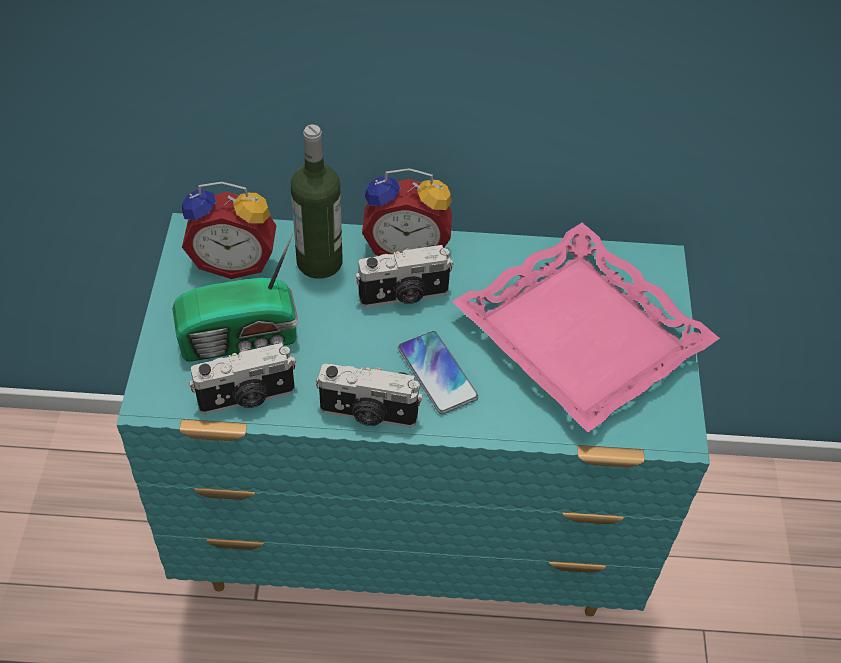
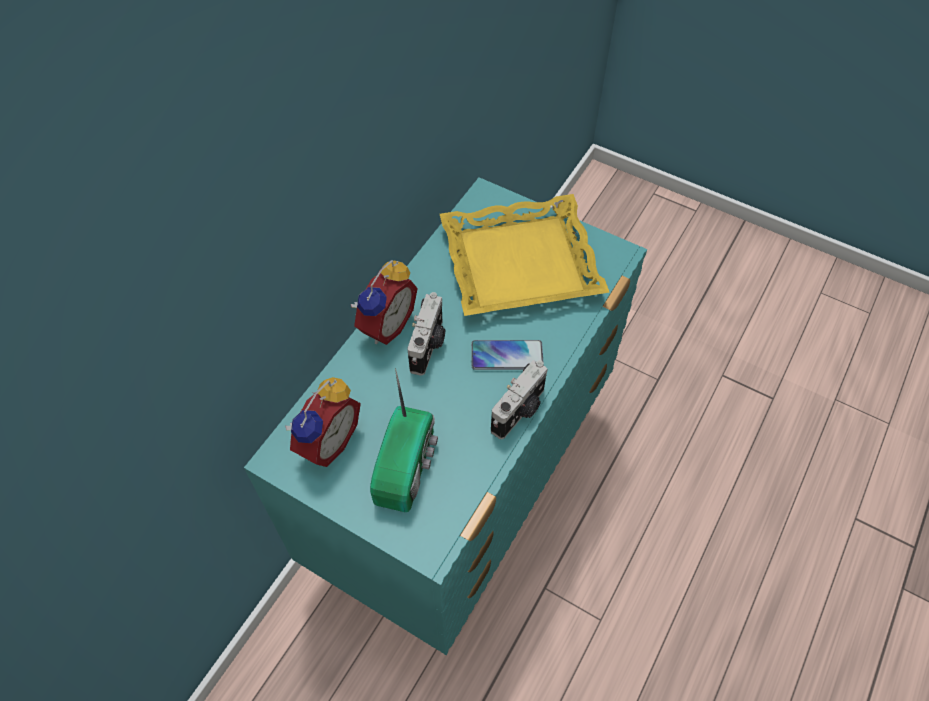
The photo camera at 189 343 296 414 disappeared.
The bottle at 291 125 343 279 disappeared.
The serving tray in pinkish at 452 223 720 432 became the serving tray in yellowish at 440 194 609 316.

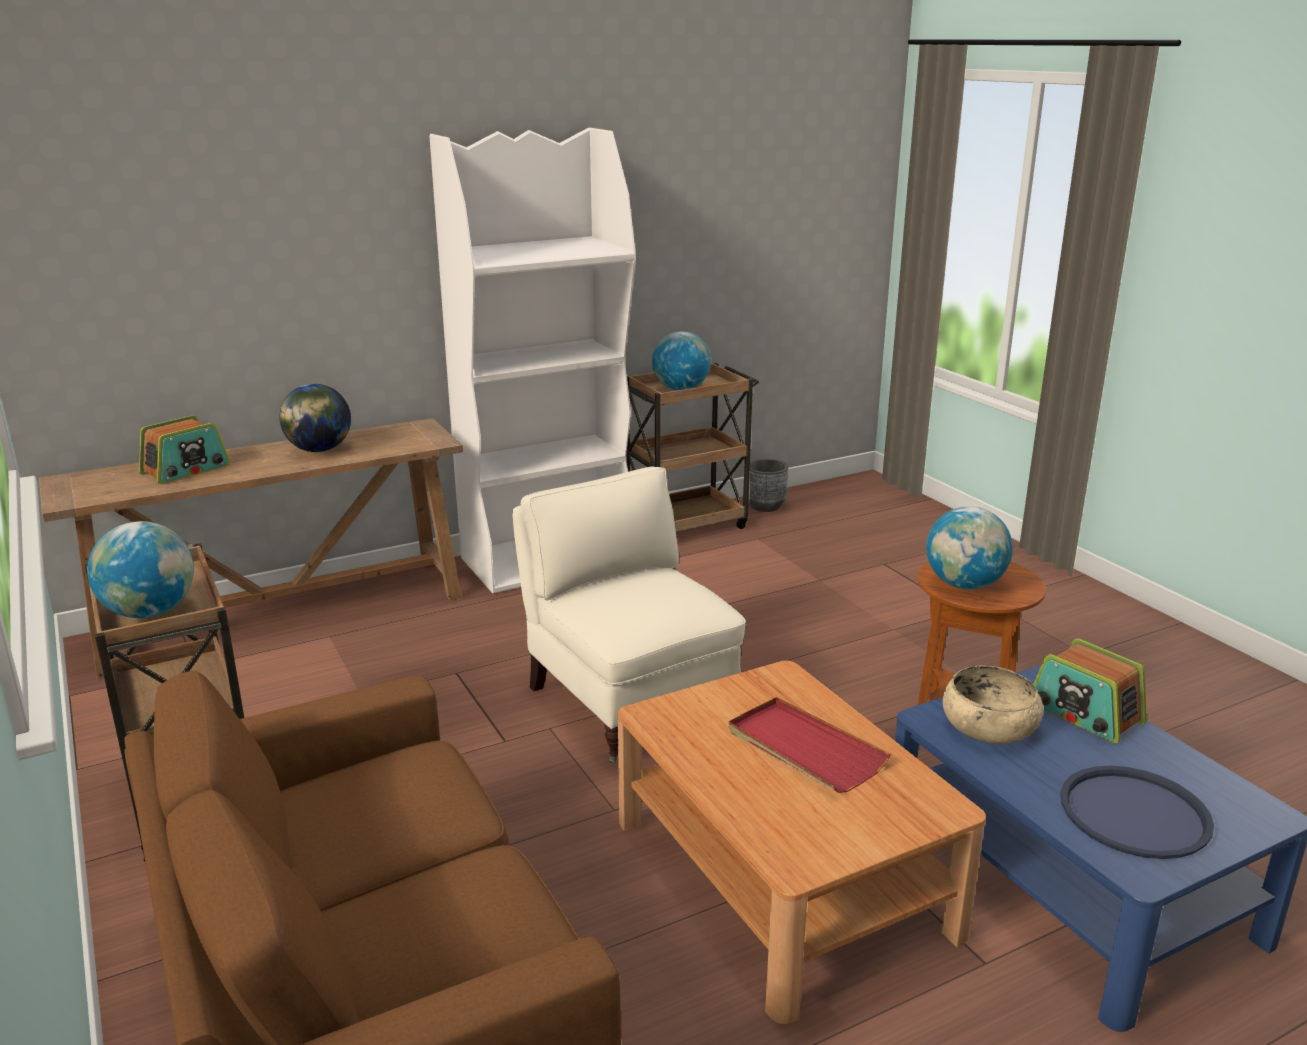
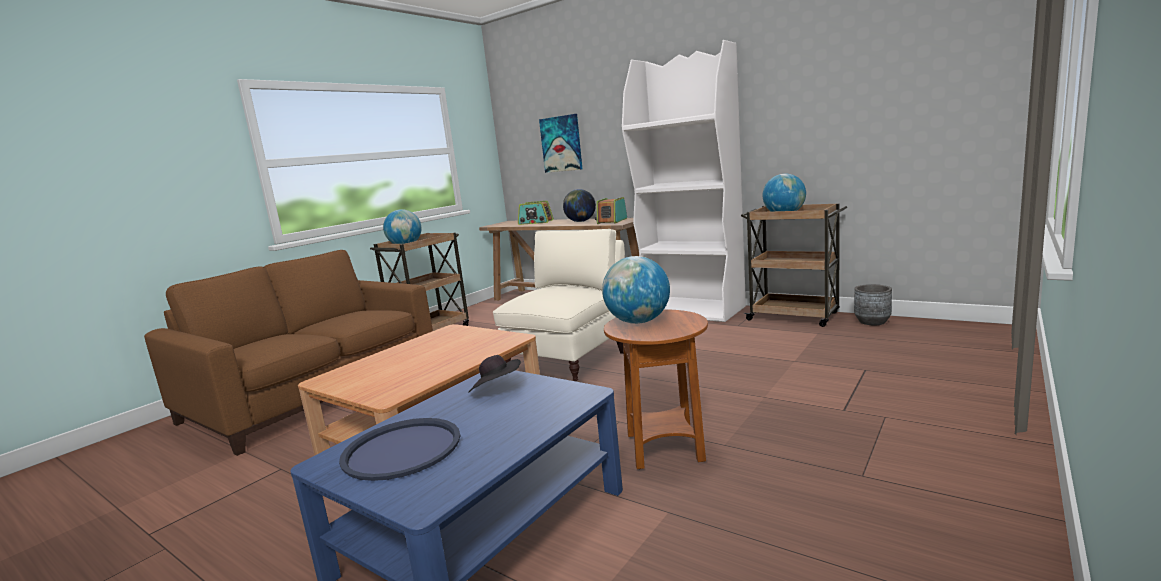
The serving tray in reddish at 728 697 891 793 disappeared.
The serving bowl in beige-coloured at 943 666 1044 744 was replaced by the clothing hat in blackish at 468 355 521 393.
The radio receiver moved from 1033 638 1146 743 to 595 197 627 224.
The wall art at 539 114 582 173 appeared.

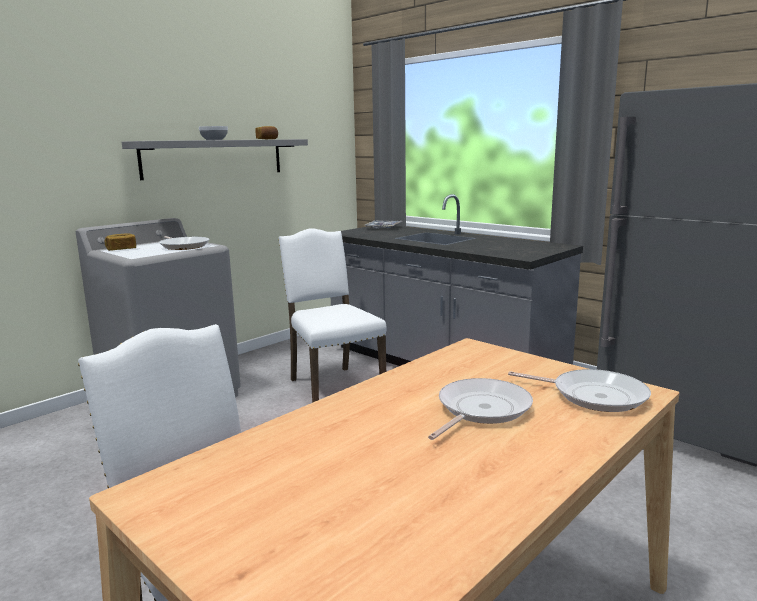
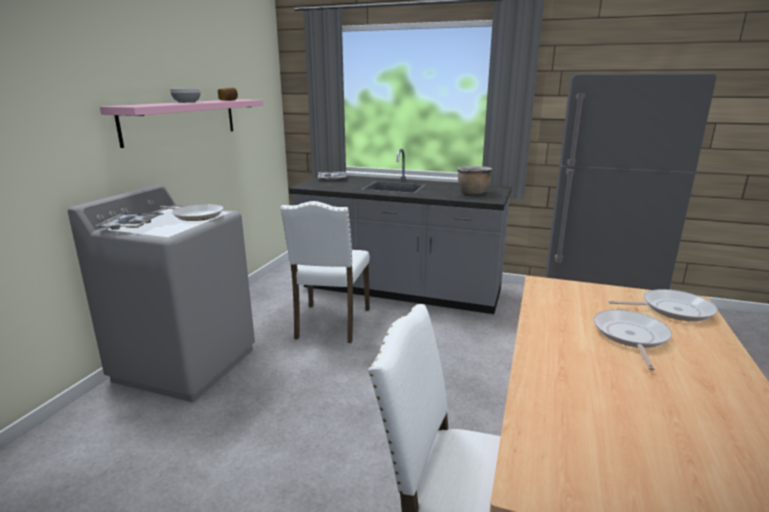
The bakery bread at 105 234 136 251 was replaced by the serving tray at 95 212 163 230.
The wall shelf in grey at 122 139 308 180 became the wall shelf in pinkish at 100 99 263 148.
The upright chair in white at 278 228 387 403 turned 120 degrees counterclockwise.
The stockpot in brownish at 457 166 492 195 appeared.

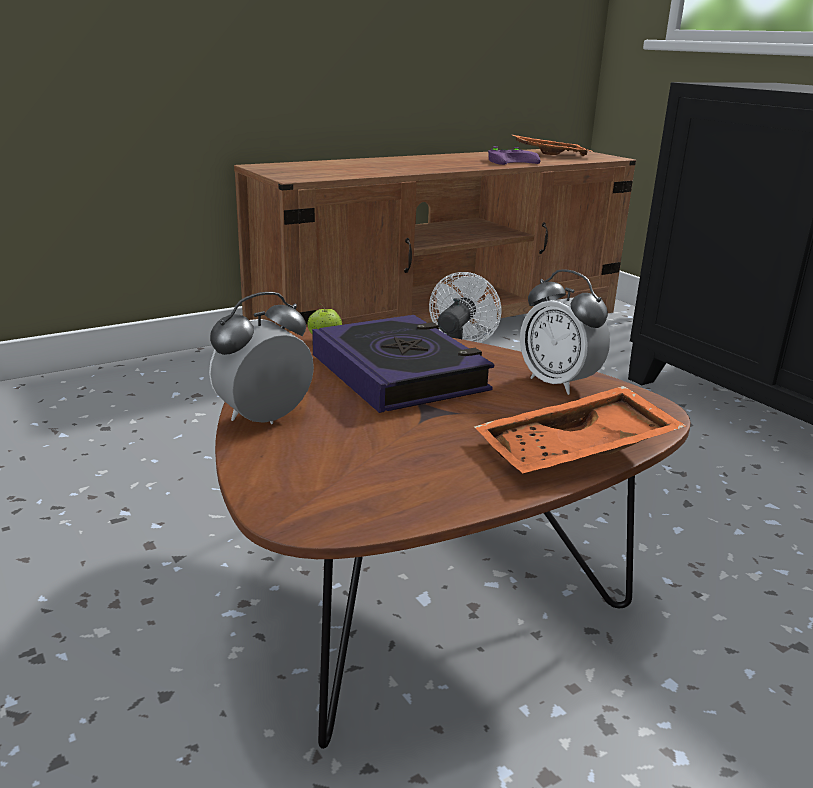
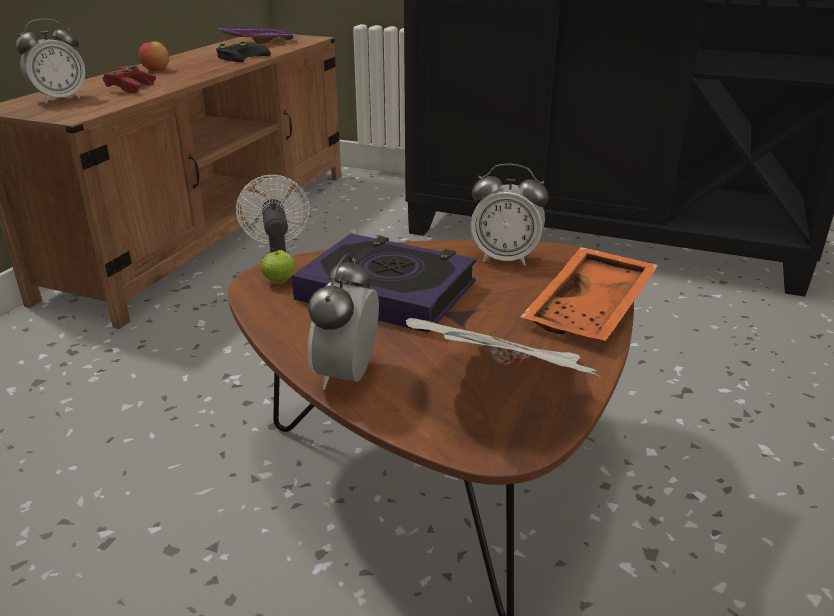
The joypad in purple at 488 146 541 165 became the joypad in blackish at 216 42 271 62.
The serving tray in orangey at 513 135 593 156 became the serving tray in purple at 218 28 297 44.
The alarm clock at 15 18 86 104 appeared.
The joypad in reddish at 103 65 156 93 appeared.
The apple fruit at 138 39 169 71 appeared.
The daily paper at 406 318 600 376 appeared.

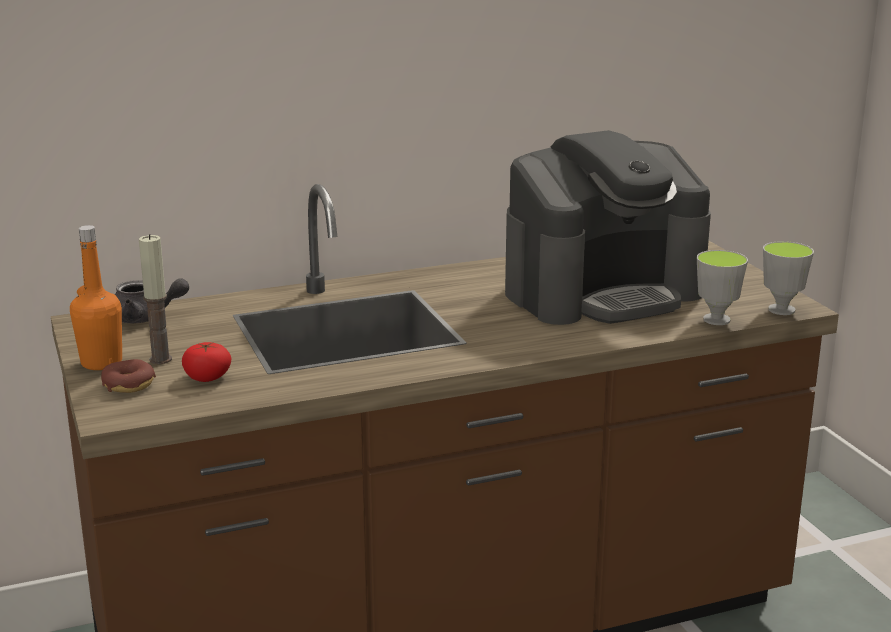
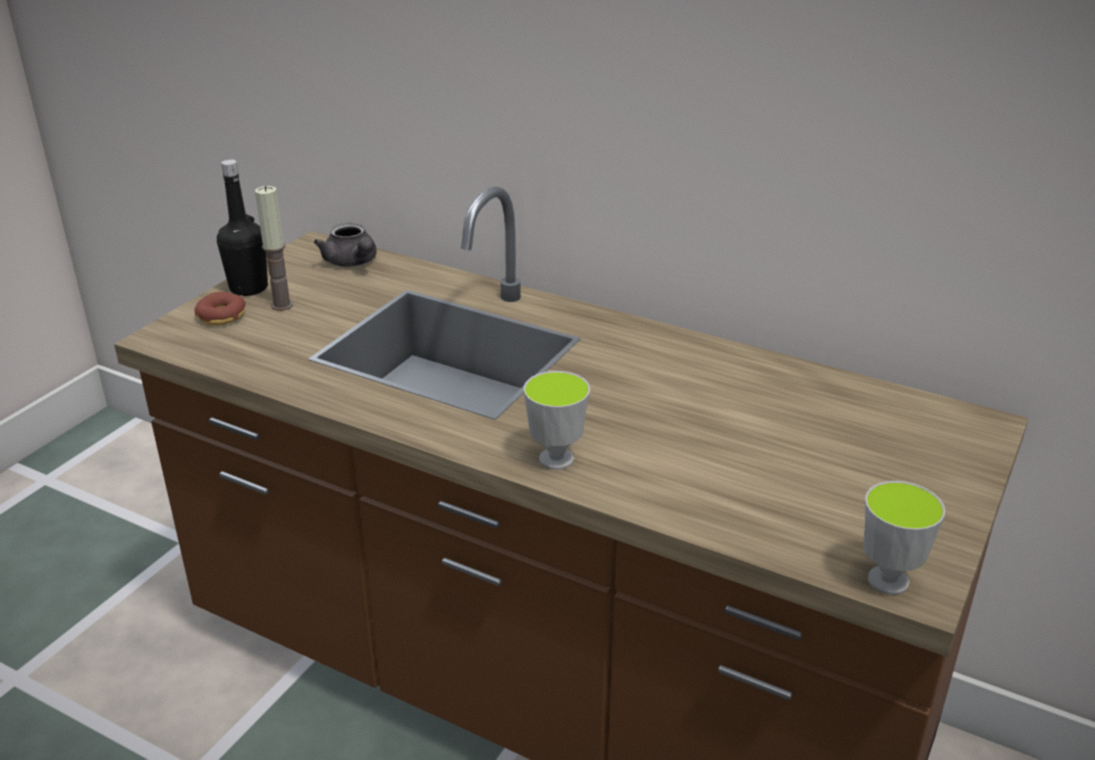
The bottle in orangey at 70 225 122 370 became the bottle in blackish at 217 159 268 296.
The whole tomato at 182 342 231 382 disappeared.
The coffee maker at 505 130 711 325 disappeared.
The cup moved from 697 250 748 325 to 524 371 590 470.

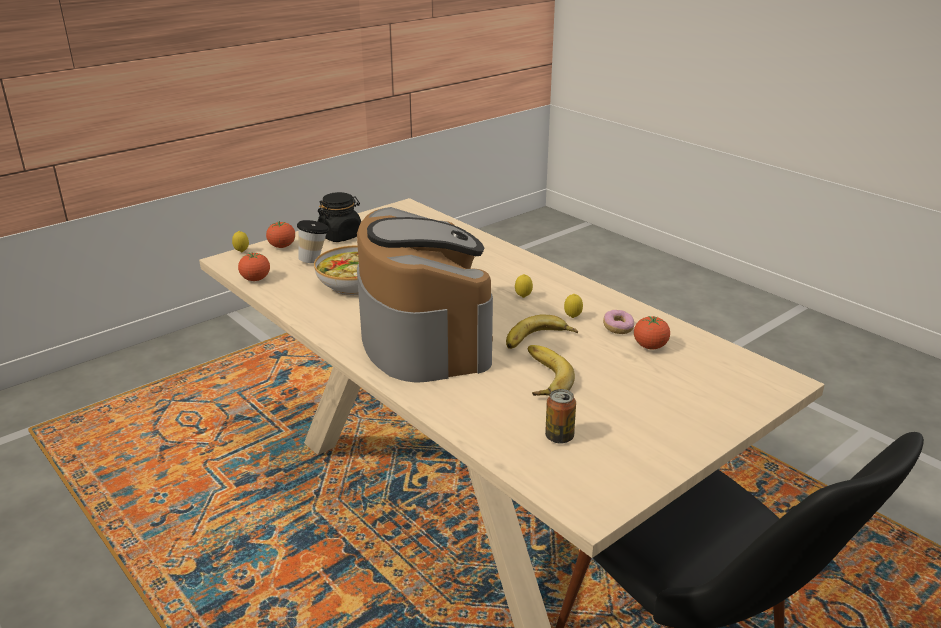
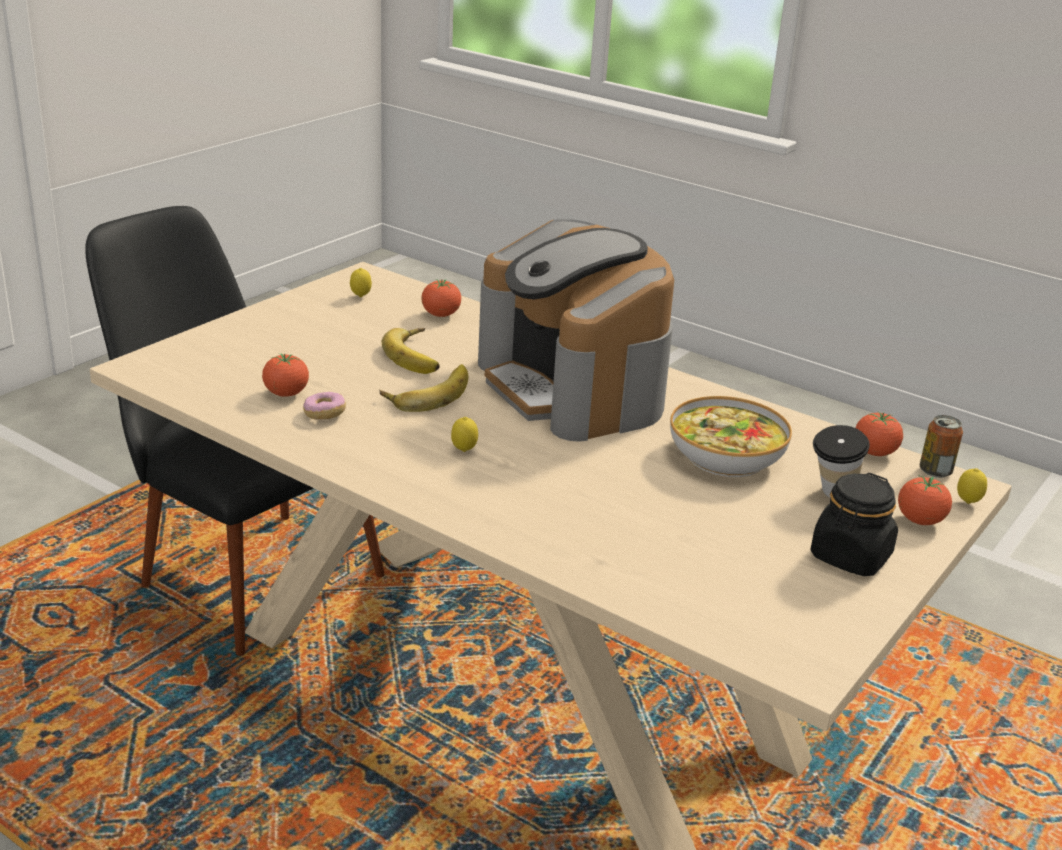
The metal can moved from 545 389 576 444 to 920 415 963 478.
The lemon moved from 564 294 583 318 to 350 268 372 297.
The whole tomato at 421 279 461 317 appeared.

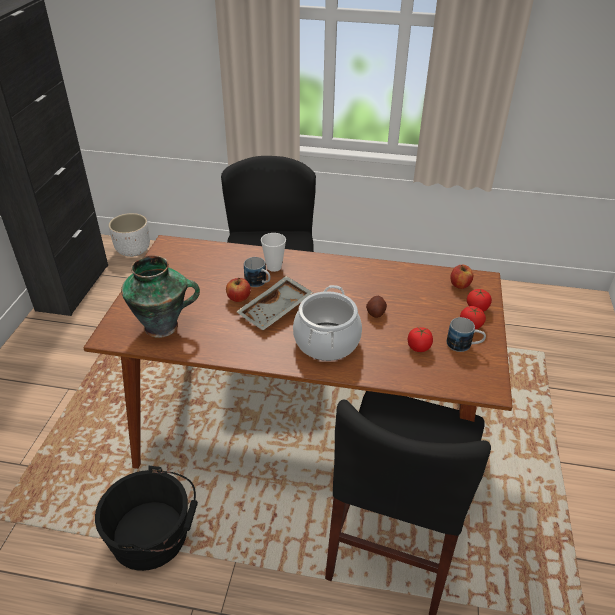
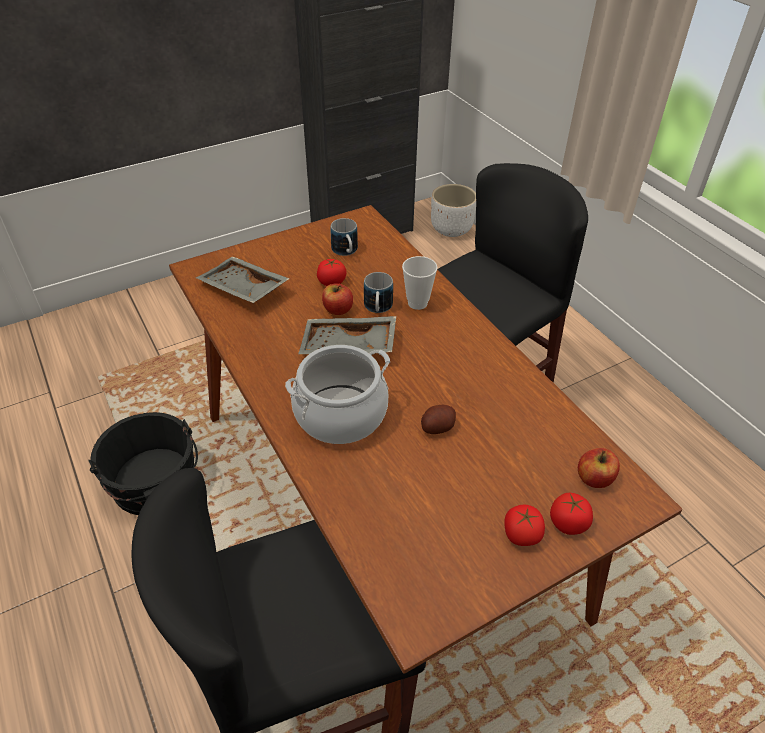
The vase at 121 255 200 338 was replaced by the serving tray in grey at 196 256 289 303.
The whole tomato moved from 408 327 433 352 to 317 259 346 286.
The tea mug moved from 446 317 486 352 to 330 218 358 256.

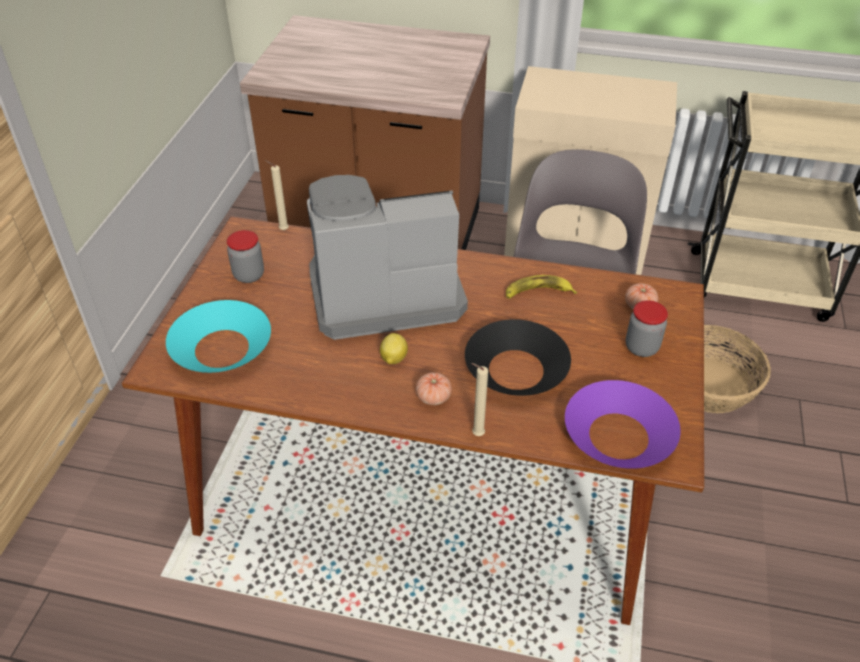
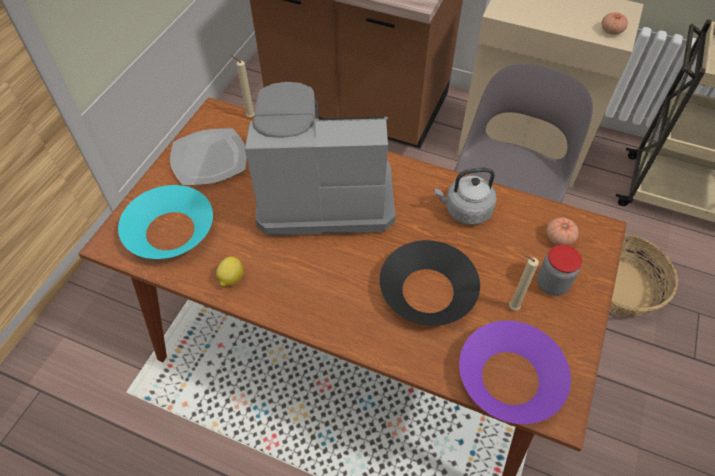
The jar at 227 230 264 283 was replaced by the dinner plate at 170 128 247 185.
The lemon moved from 380 333 408 364 to 216 256 244 287.
The whole tomato moved from 416 372 452 405 to 602 12 628 35.
The wax light in beige-coloured moved from 471 363 488 436 to 509 255 539 311.
The banana fruit at 506 275 577 299 was replaced by the water kettle in grey at 434 168 497 225.

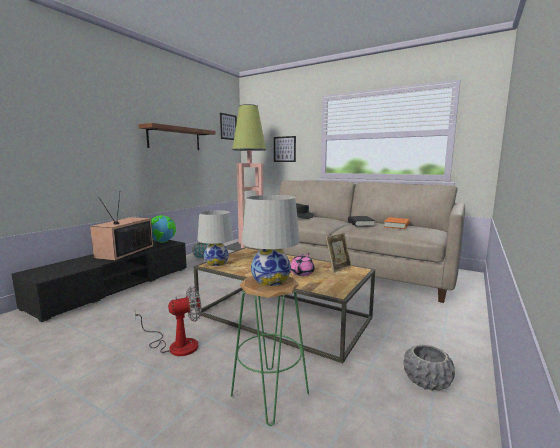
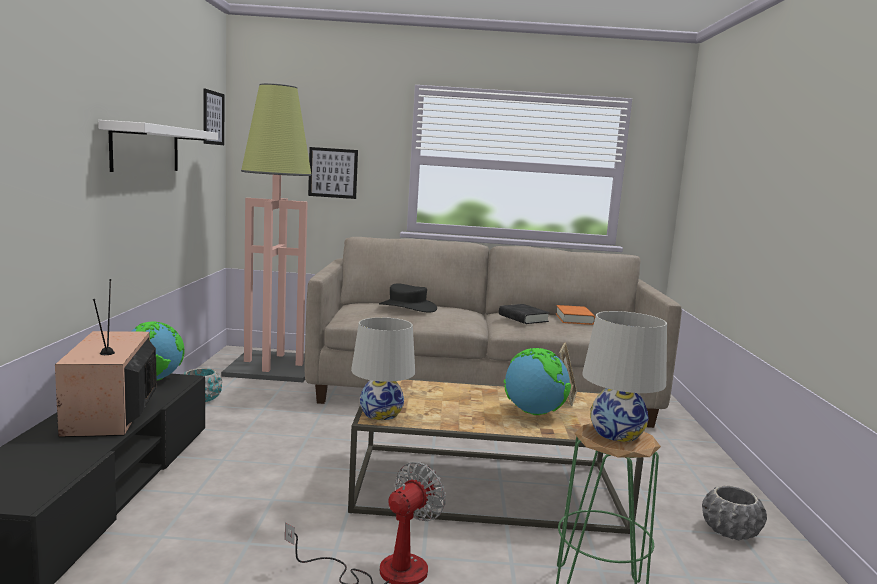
The wall shelf in brownish at 138 123 216 150 became the wall shelf in white at 98 120 218 172.
The pot for tea in pinkish at 291 253 315 276 was replaced by the globe at 504 348 571 415.

